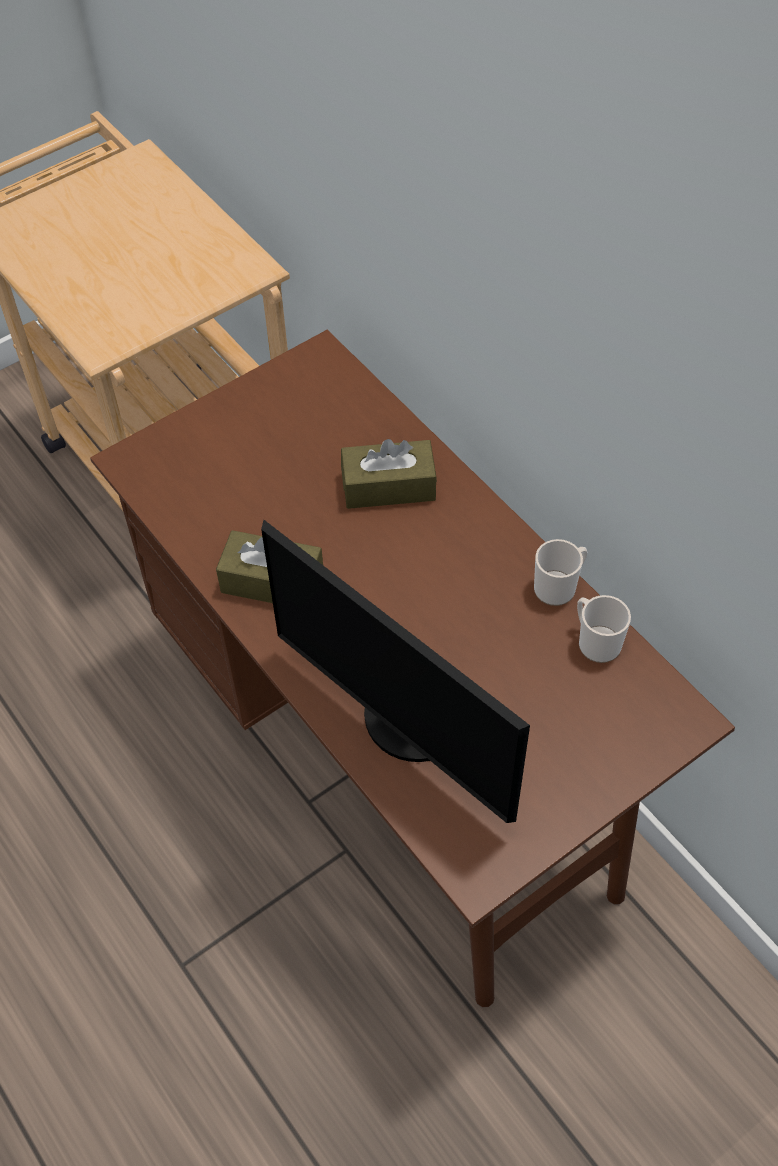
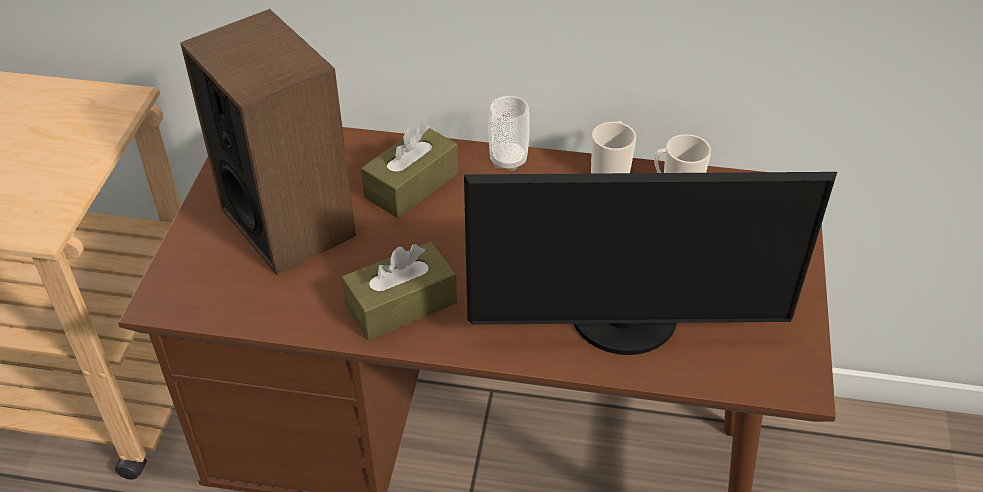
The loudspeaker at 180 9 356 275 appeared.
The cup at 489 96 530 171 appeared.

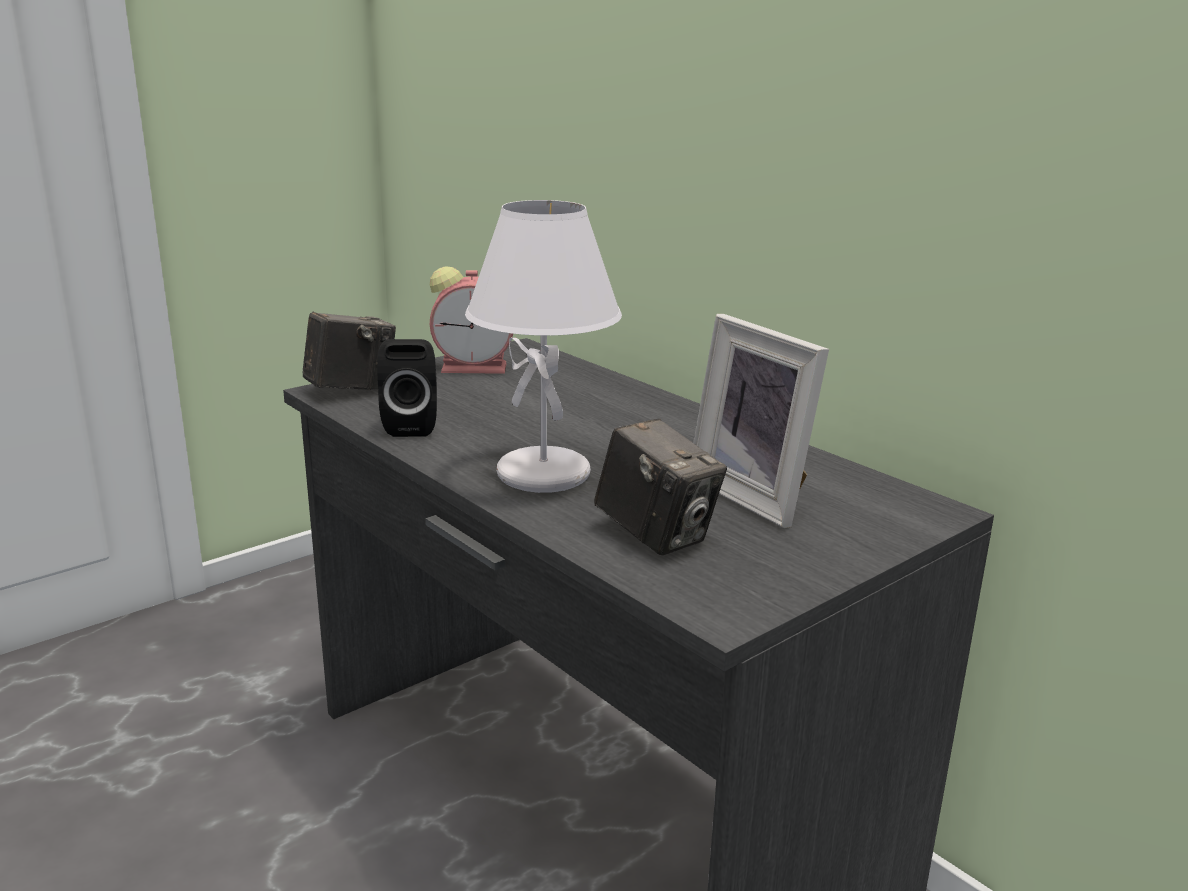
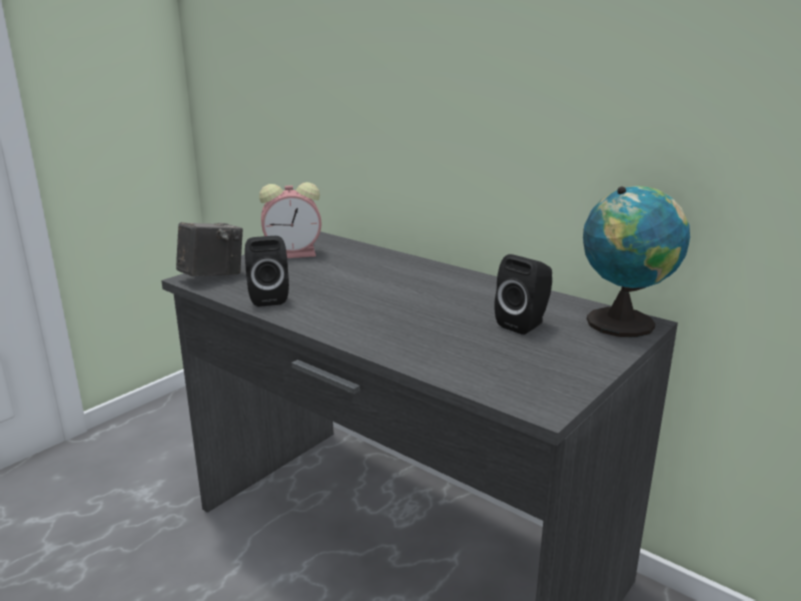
The table lamp in white at 465 200 622 493 disappeared.
The photo camera at 594 419 727 555 disappeared.
The photo frame at 693 314 829 528 was replaced by the loudspeaker in blackish at 494 254 552 335.
The globe at 583 186 690 337 appeared.

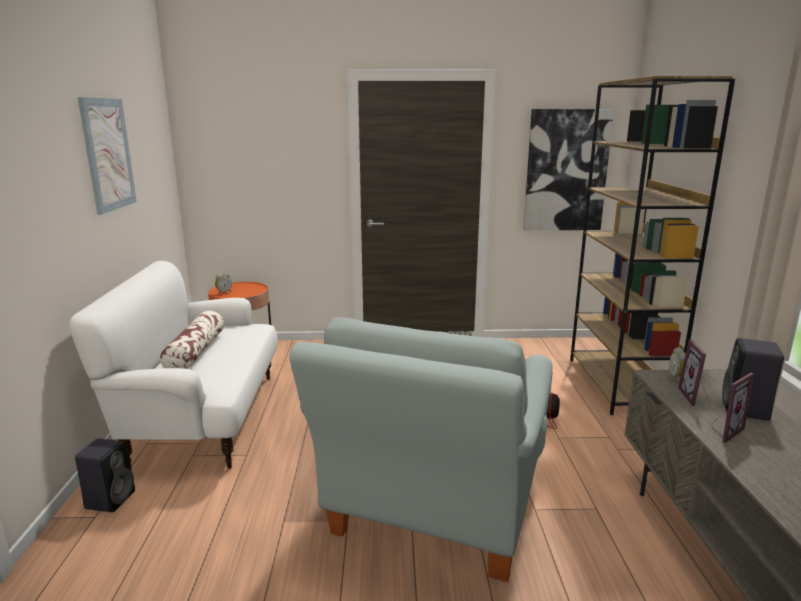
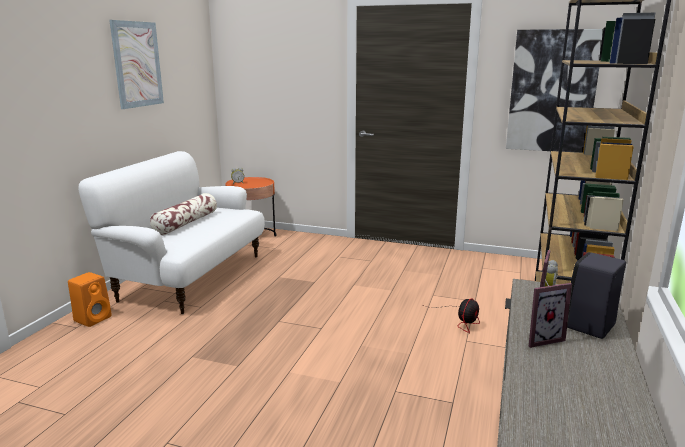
The loudspeaker in blackish at 75 439 135 512 became the loudspeaker in orangey at 68 272 112 327.
The lounge chair in grey at 289 317 552 582 disappeared.

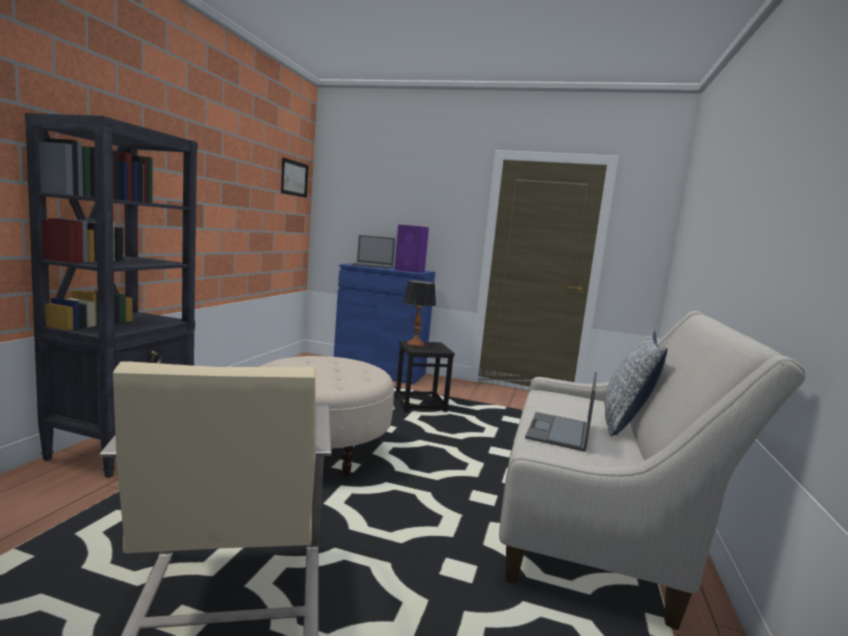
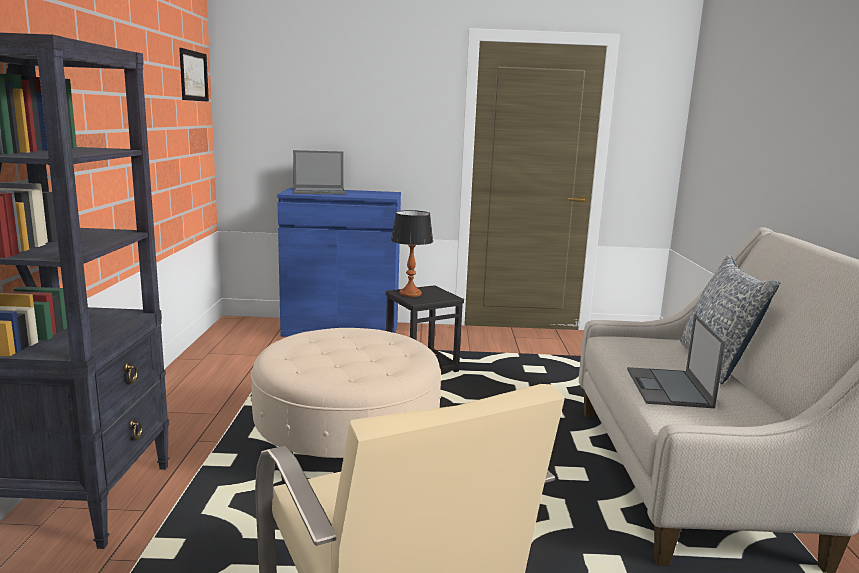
The loudspeaker in purple at 394 224 429 273 disappeared.

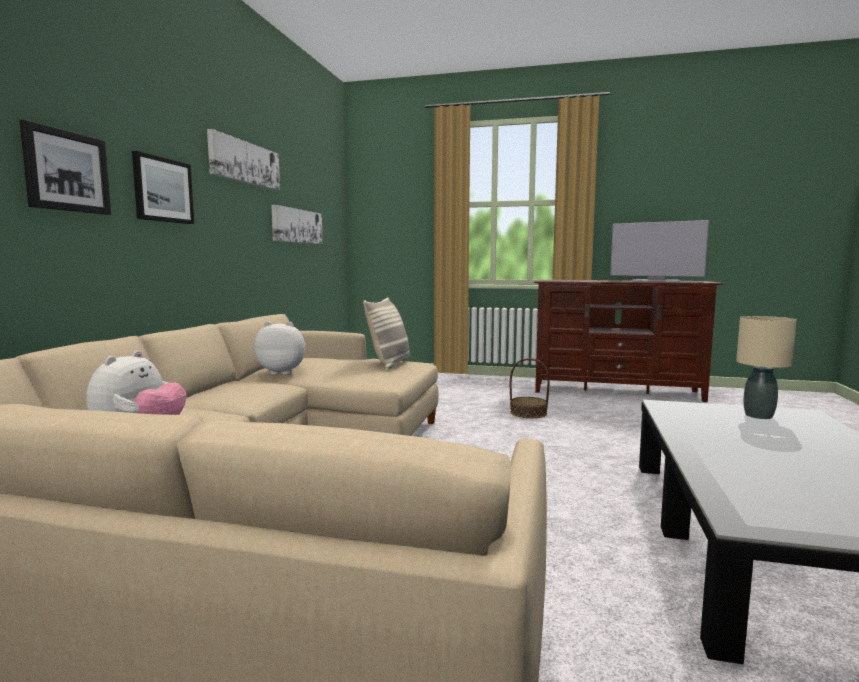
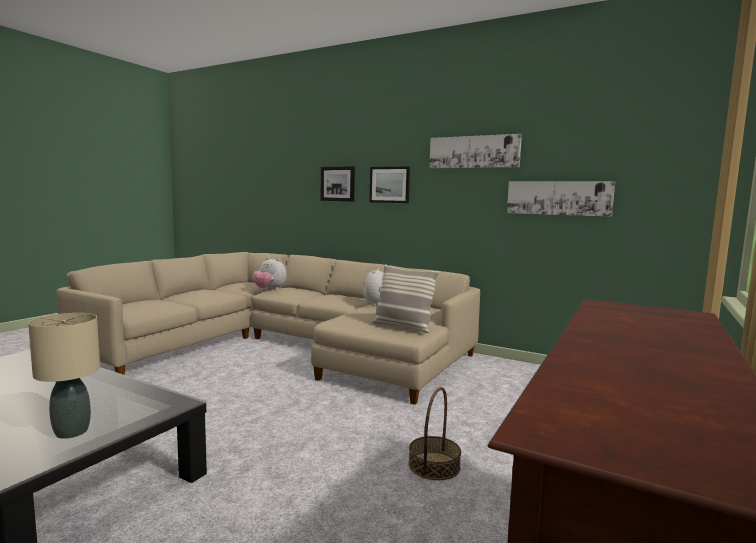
The TV set at 610 220 709 282 disappeared.

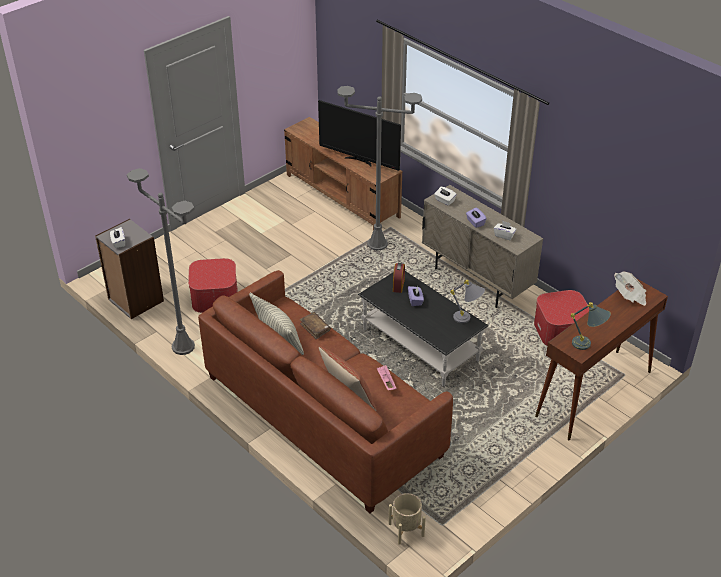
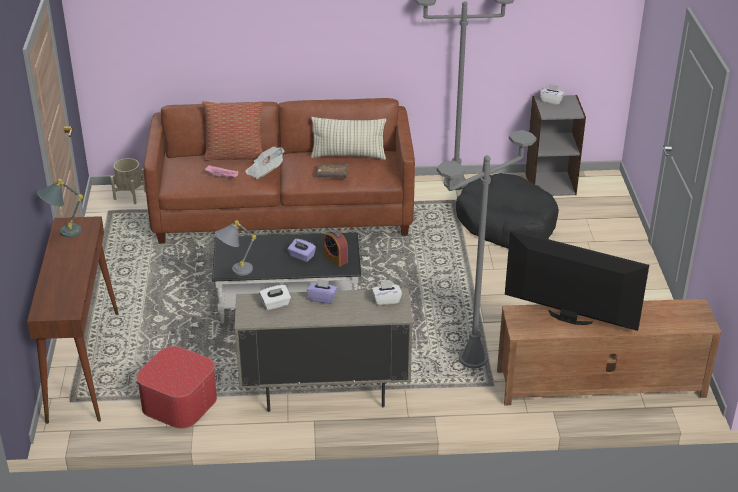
The footrest at 188 258 238 313 was replaced by the pet bed in blackish at 456 173 559 249.
The TV set at 318 100 401 171 turned 45 degrees clockwise.
The daily paper moved from 614 271 646 306 to 245 147 285 179.

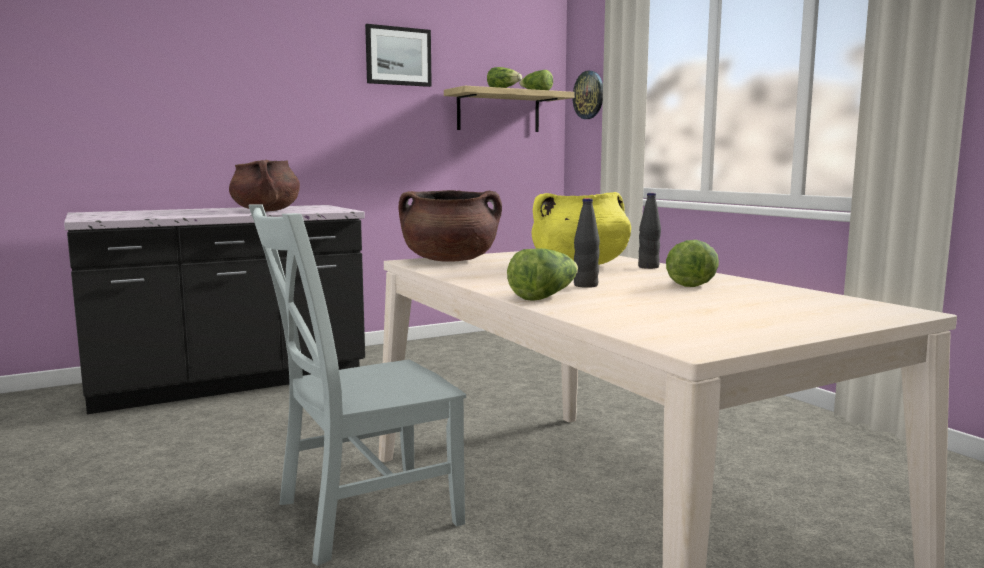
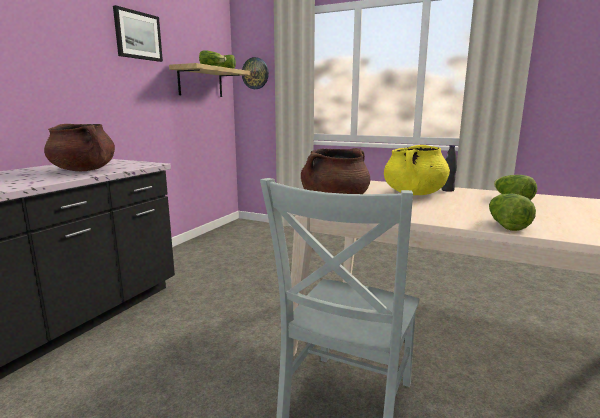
The bottle in blackish at 574 198 600 288 disappeared.

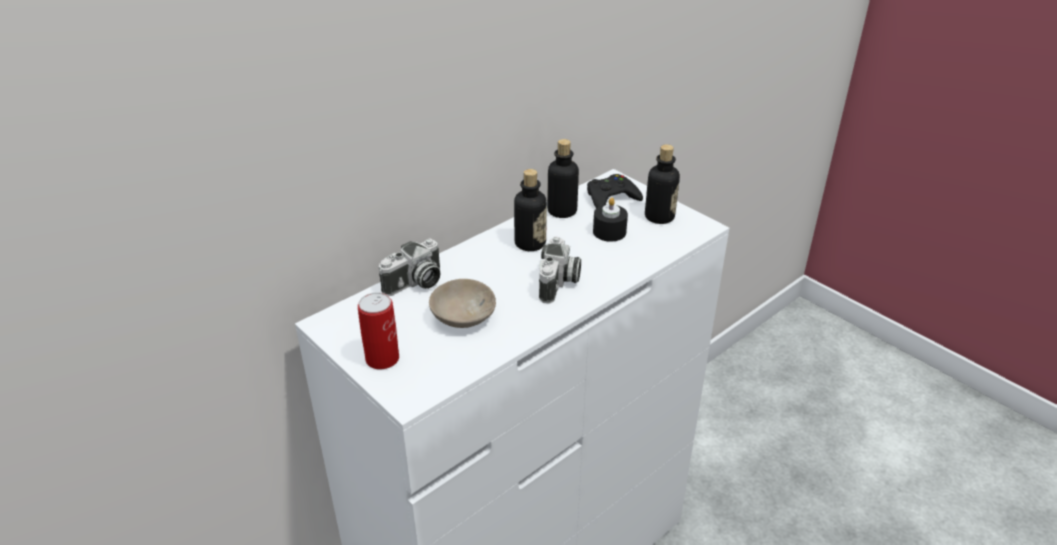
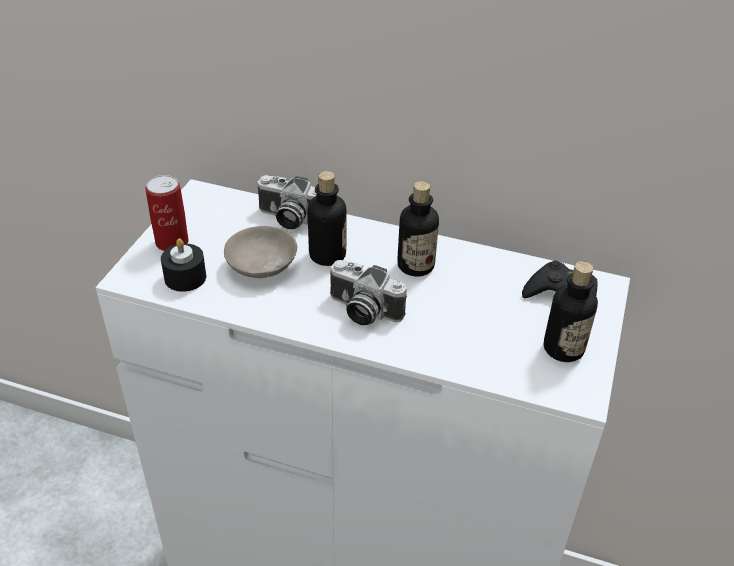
The photo camera at 539 236 581 304 turned 45 degrees clockwise.
The bottle moved from 547 139 579 218 to 308 171 347 266.
The wax light in blackish moved from 593 198 628 242 to 161 238 206 292.

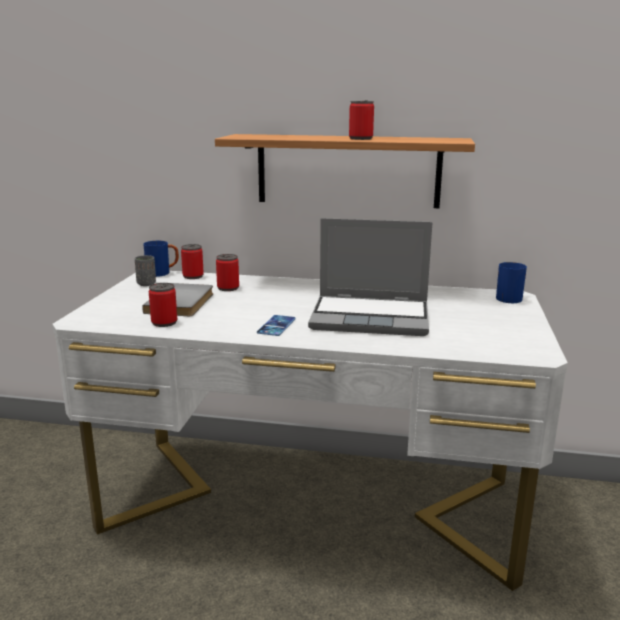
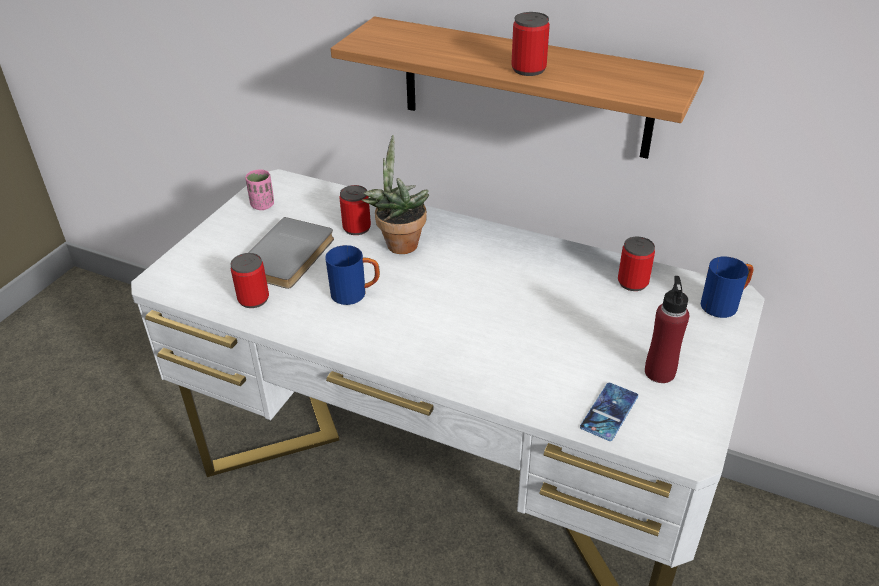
The cup in grey at 135 255 156 286 became the cup in pinkish at 245 170 274 210.
The tea mug in blue-coloured moved from 143 241 179 277 to 325 245 380 305.
The metal can moved from 181 244 204 279 to 618 237 655 291.
The handset moved from 257 315 296 336 to 580 383 638 441.
The notebook computer at 308 218 433 336 disappeared.
The houseplant at 362 135 429 254 appeared.
The bottle in reddish at 645 276 689 383 appeared.

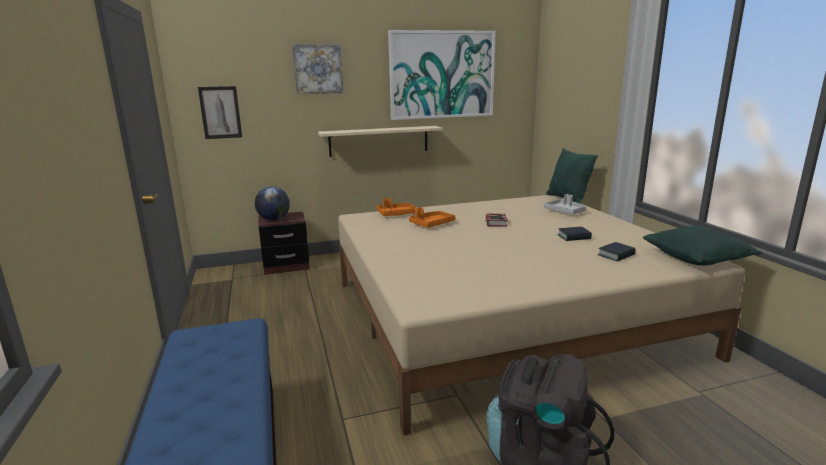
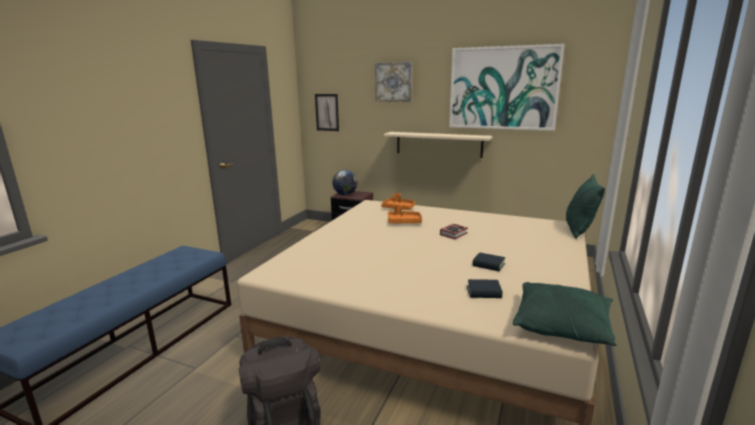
The serving tray in grey at 544 194 587 215 disappeared.

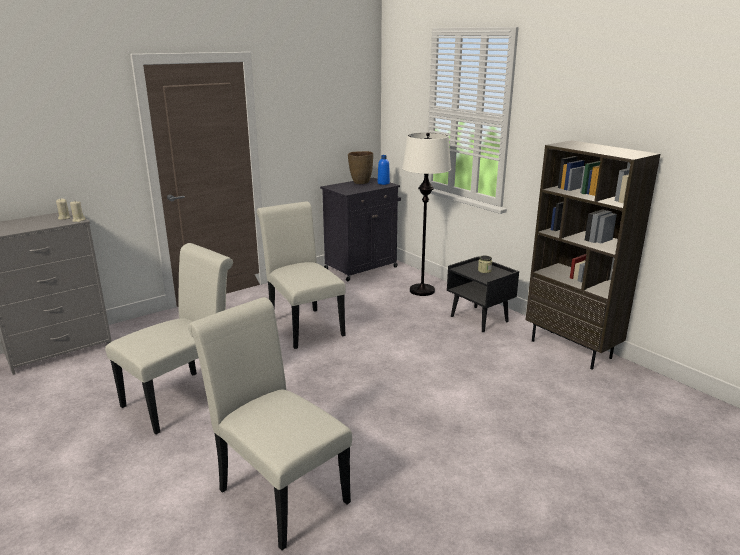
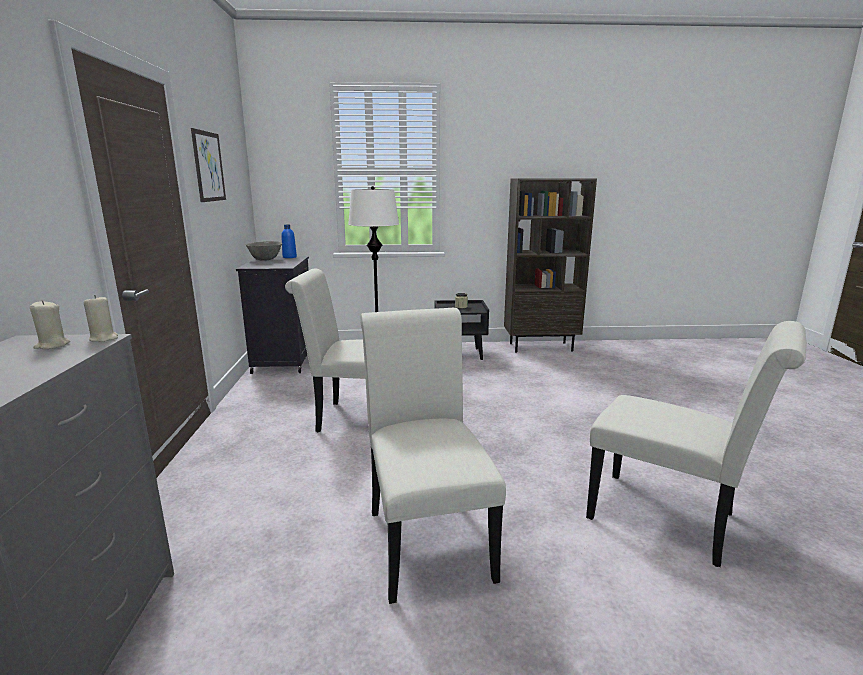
The upright chair in white at 188 297 352 550 turned 135 degrees counterclockwise.
The vase in brownish at 348 151 373 184 was replaced by the serving bowl in grey at 246 241 282 260.
The wall art at 191 128 226 202 appeared.

